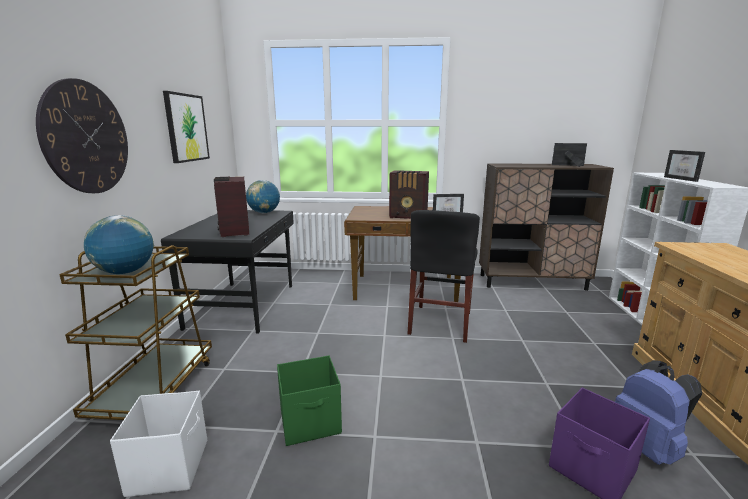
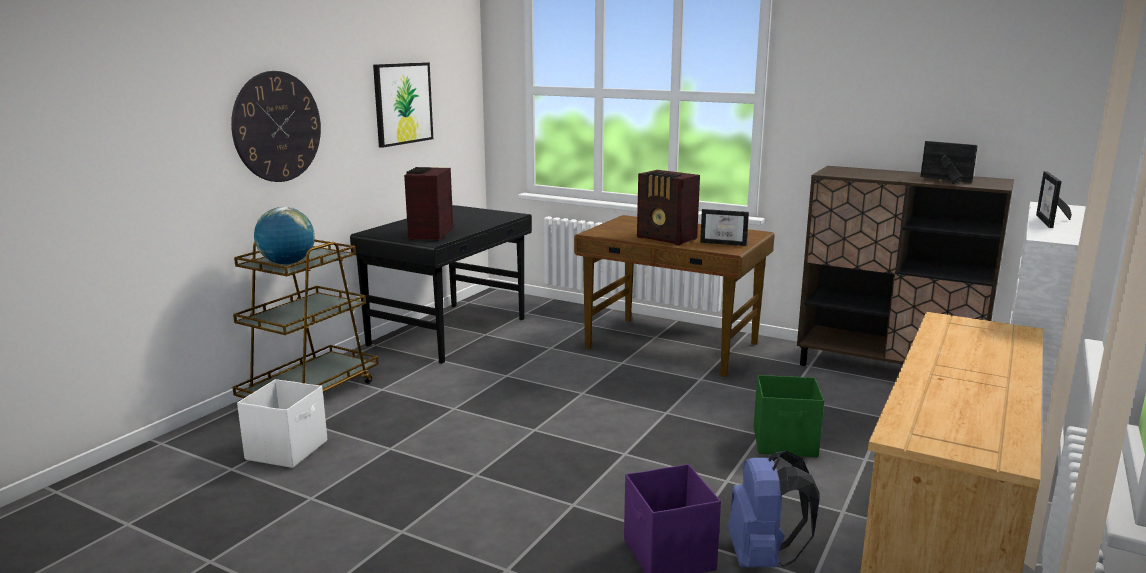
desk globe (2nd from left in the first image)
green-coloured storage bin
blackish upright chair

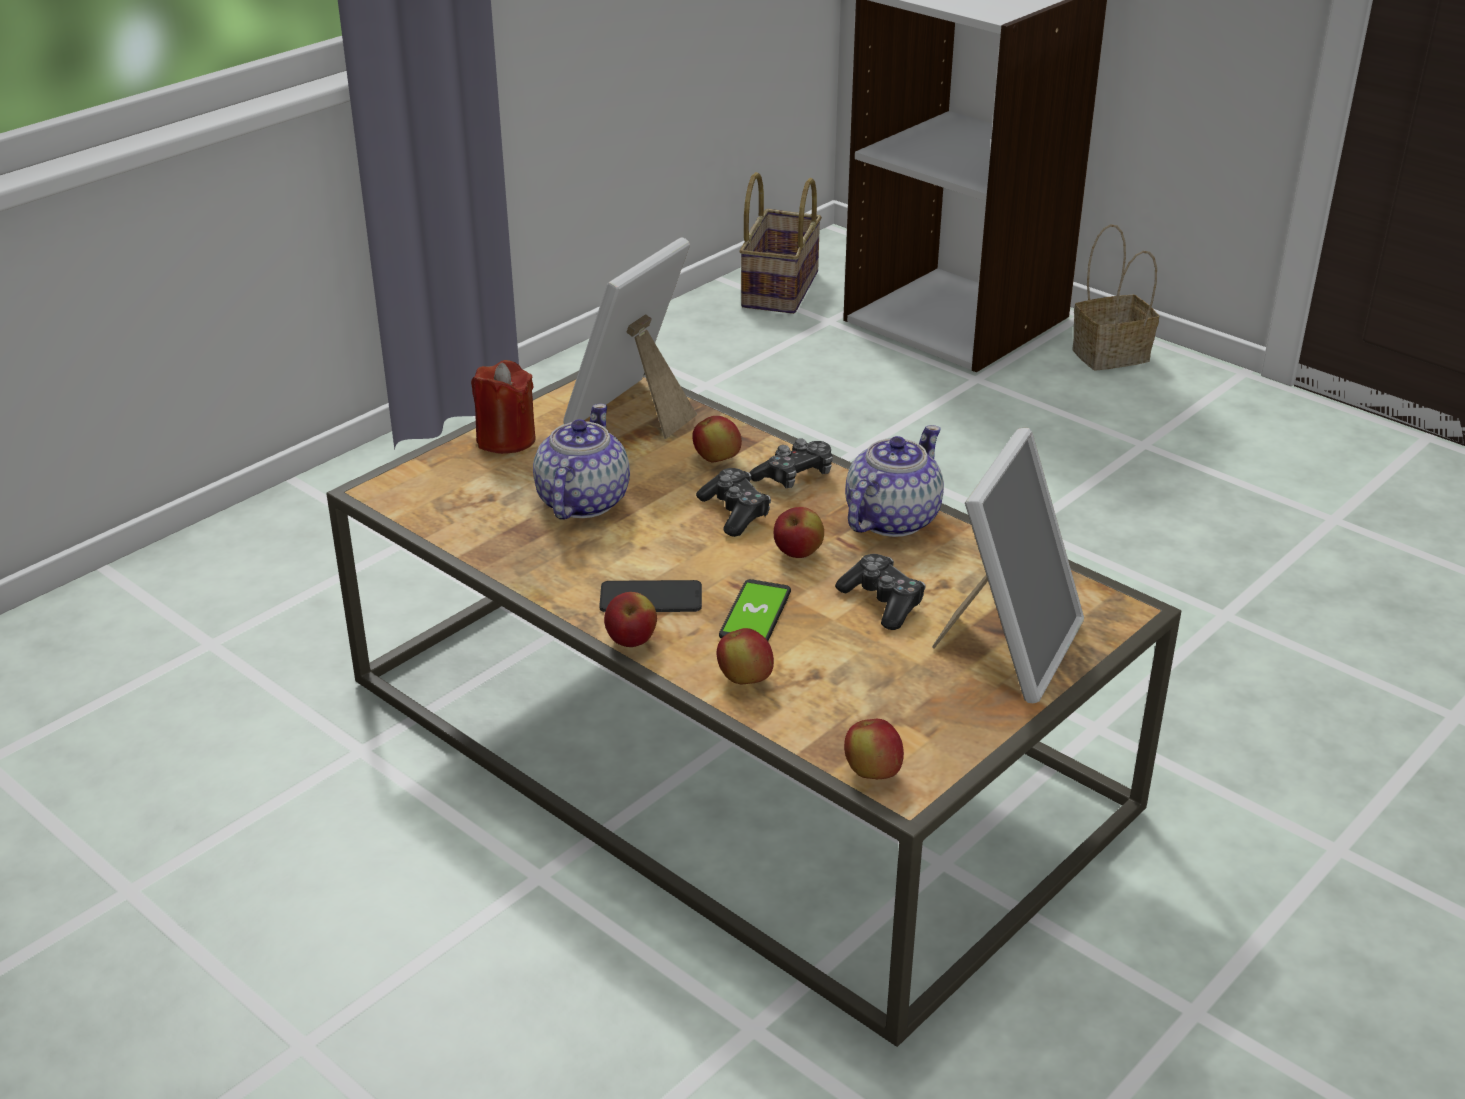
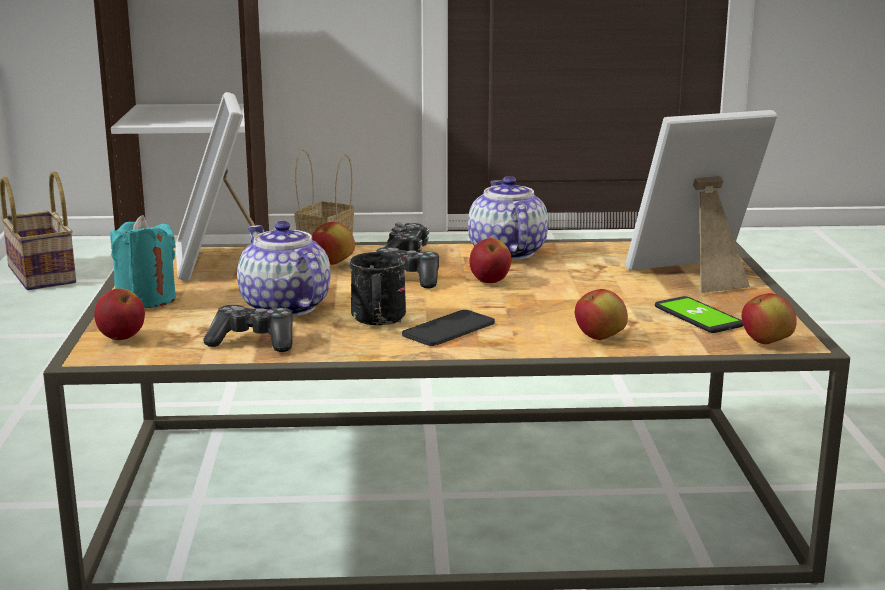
turquoise-coloured wax light
whole apple (1st from left)
handset (2nd from left)
game controller (1st from left)
standing frame (2nd from left)
blackish mug

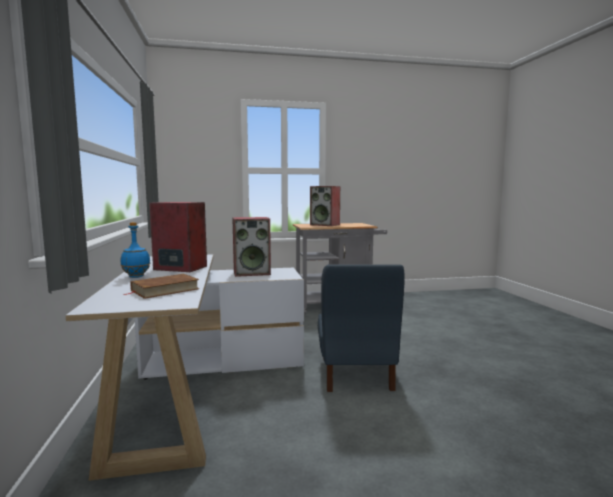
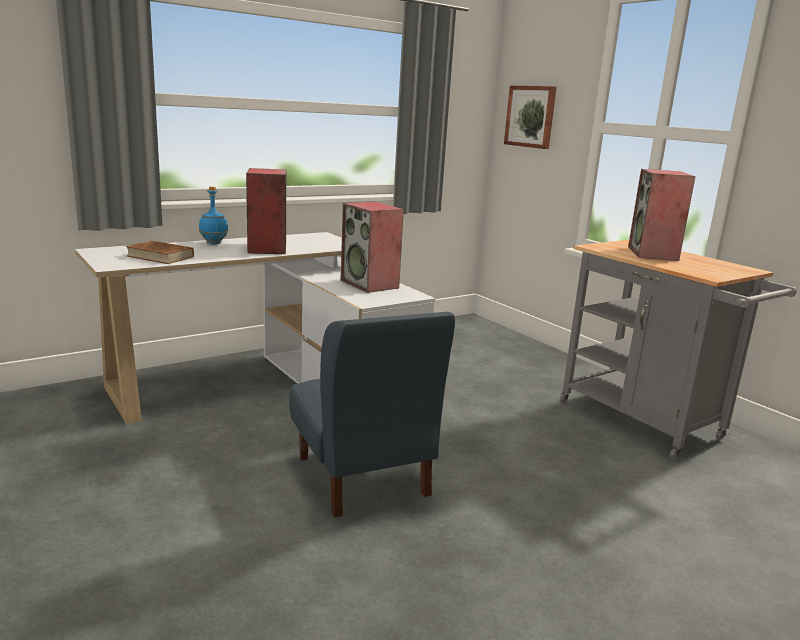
bluish upright chair
wall art

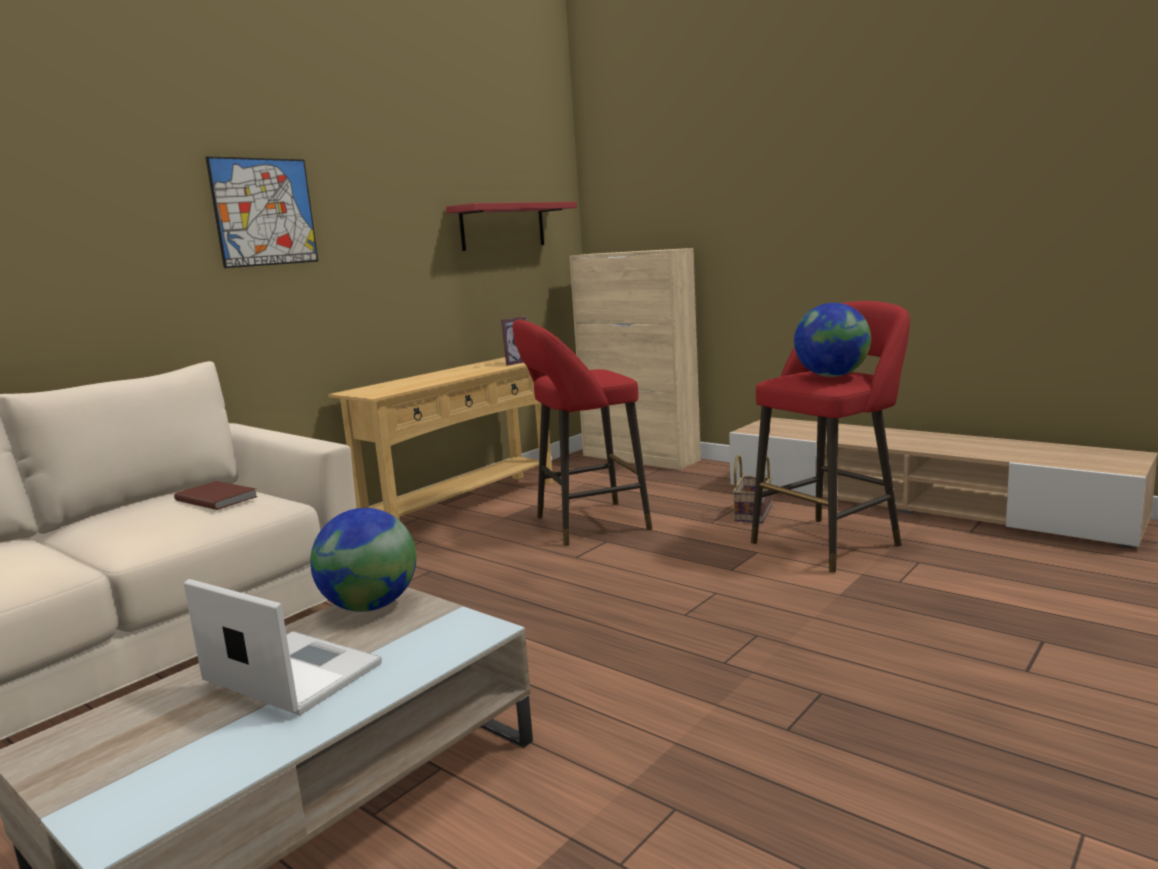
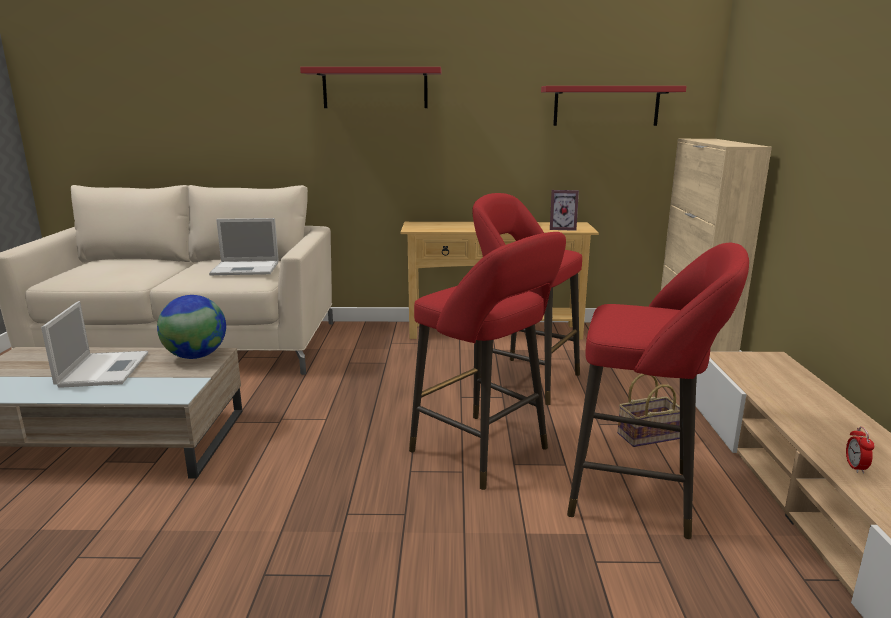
notebook computer (2nd from left)
red-coloured wall shelf (1st from left)
desk globe (2nd from left in the first image)
red-coloured stool seat (1st from left)
alarm clock

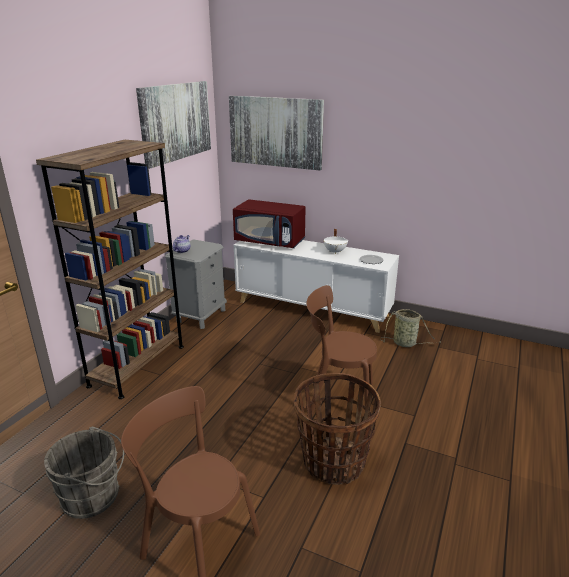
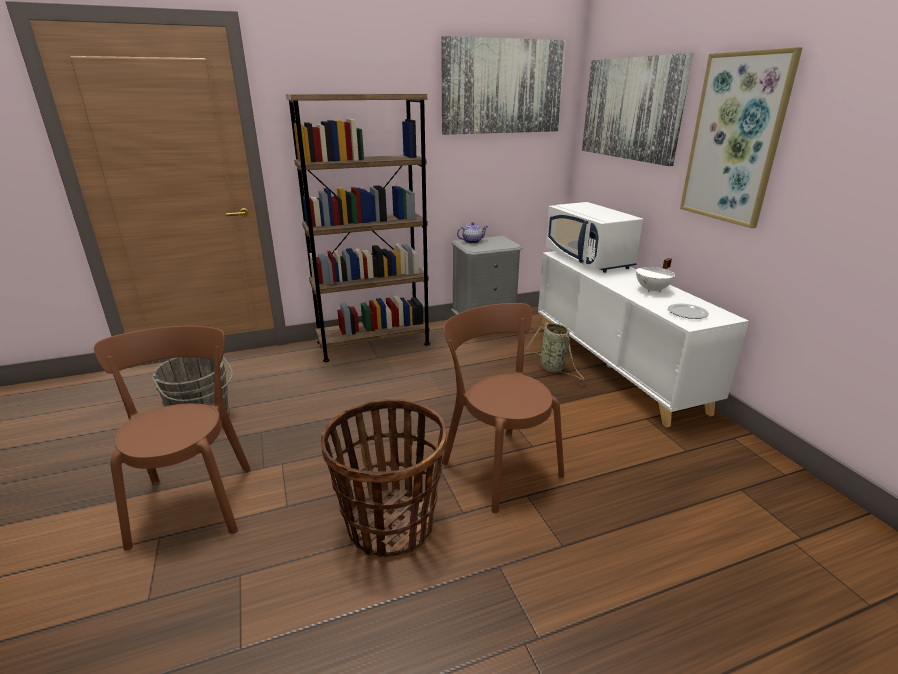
white kitchen microwave
storage basket (2nd from left)
wall art (3rd from left)

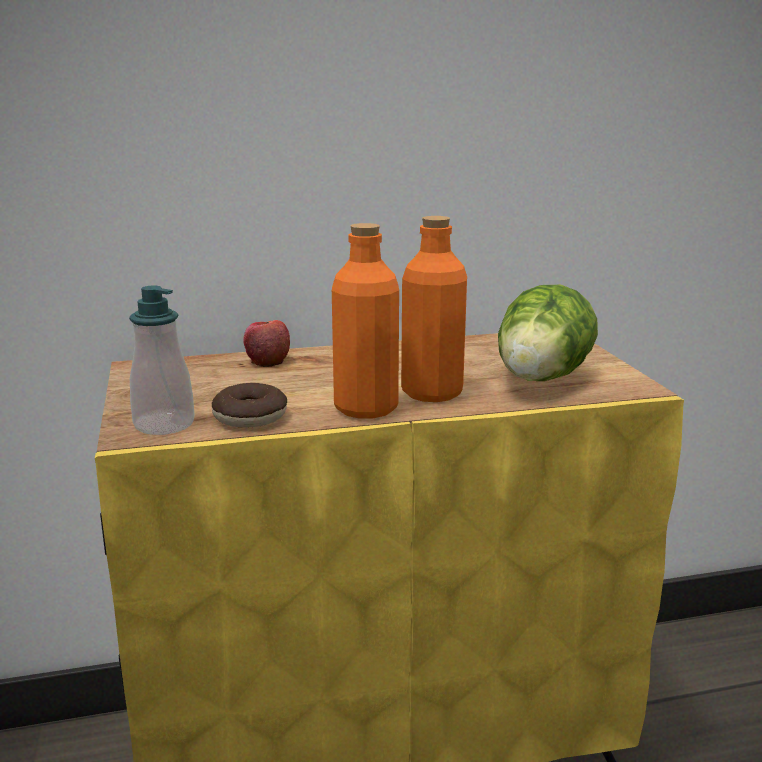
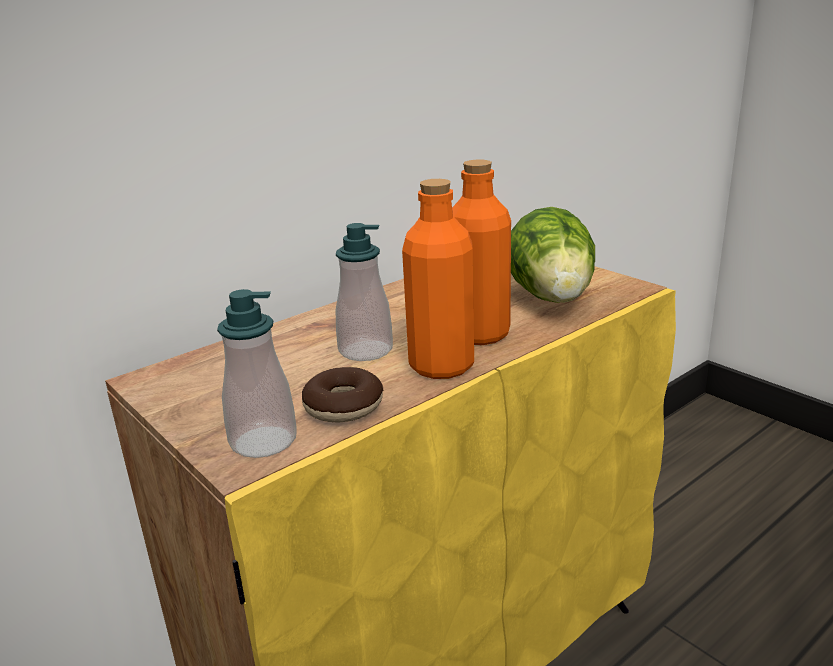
whole apple
soap dispenser (2nd from left)

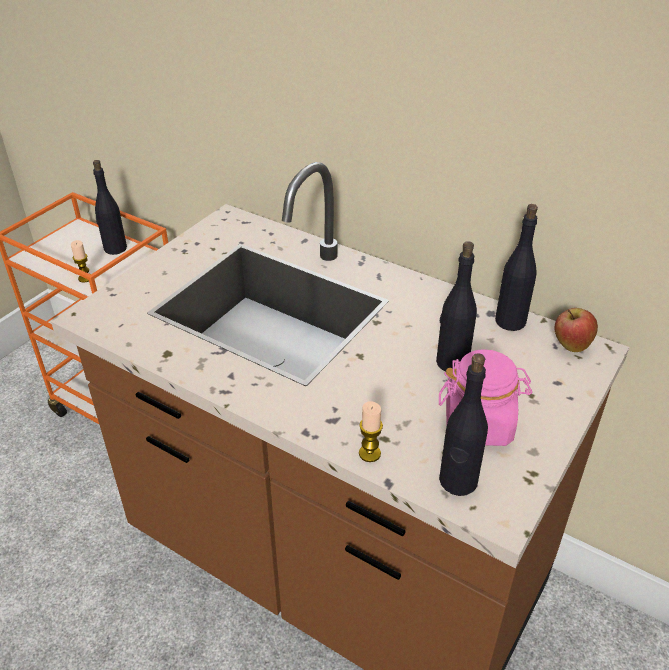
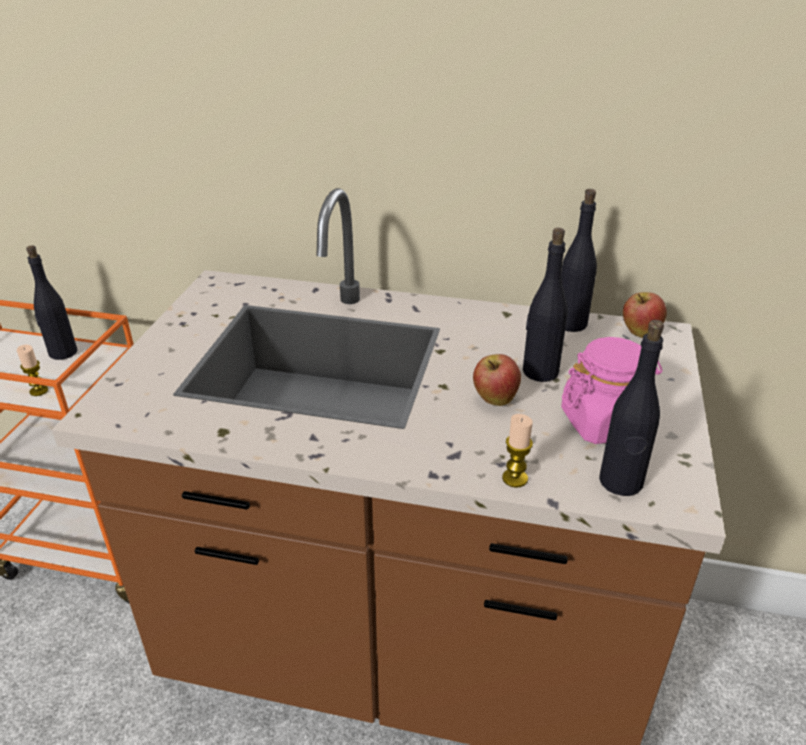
whole apple (1st from left)

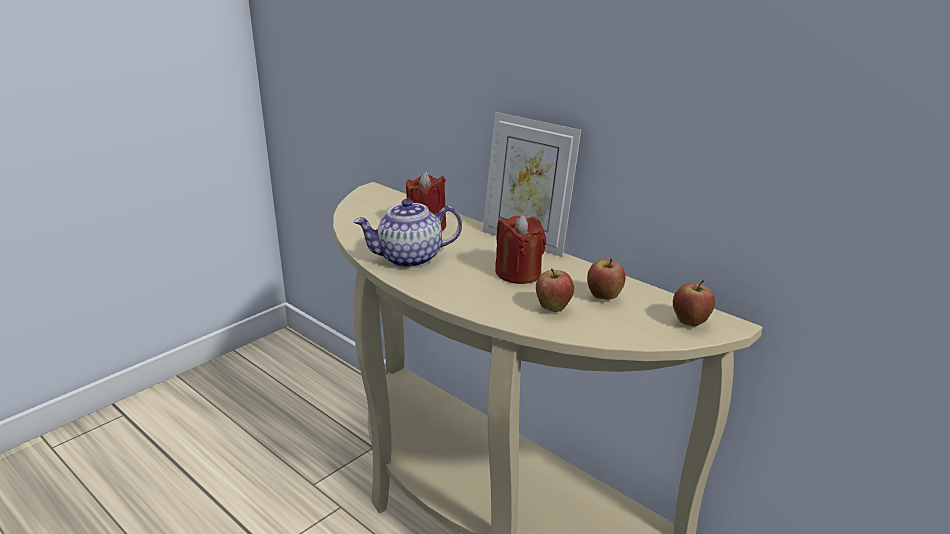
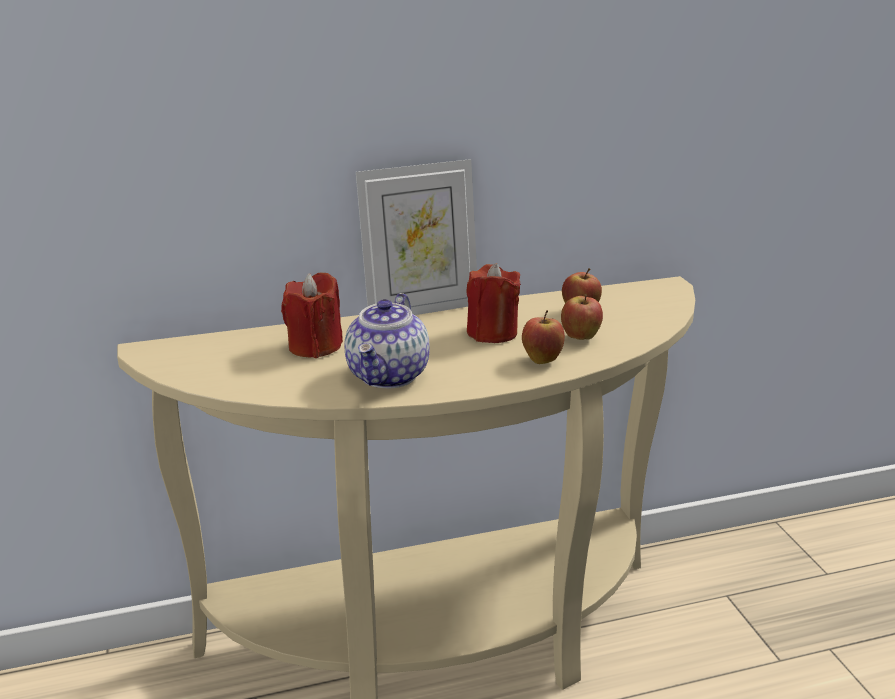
whole apple (1st from left)

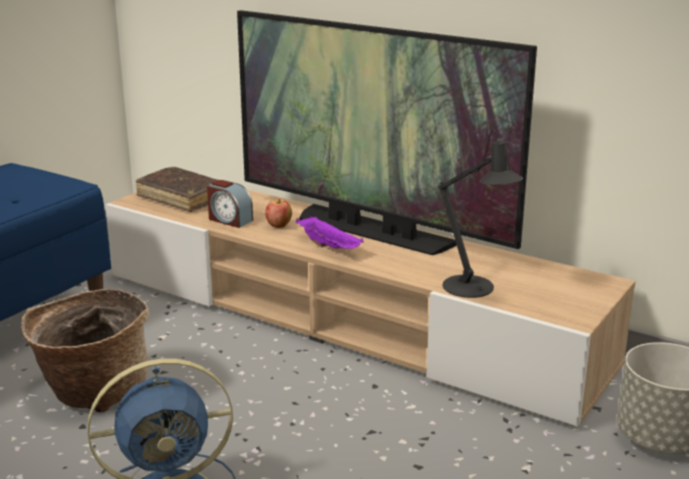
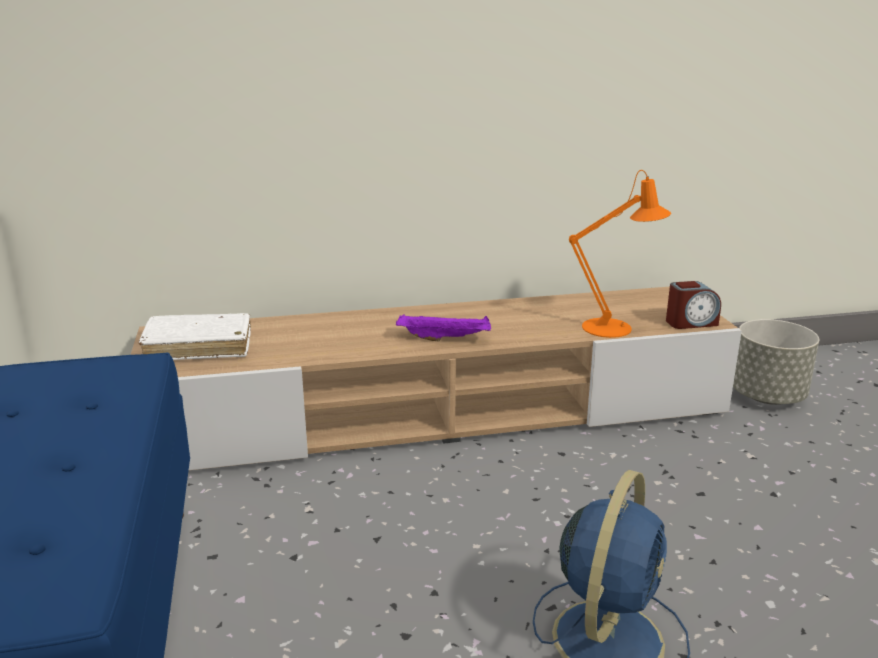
storage basket
white bound book
alarm clock
TV set
whole apple
orange table lamp

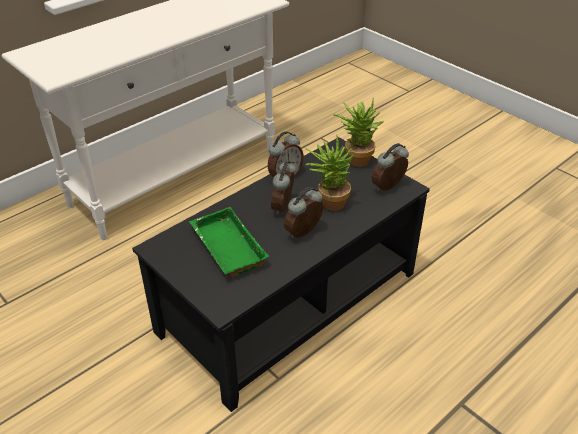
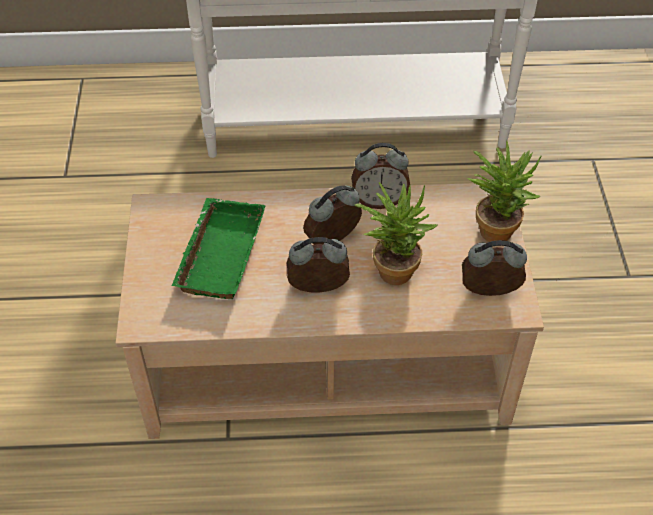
sand-coloured low table

